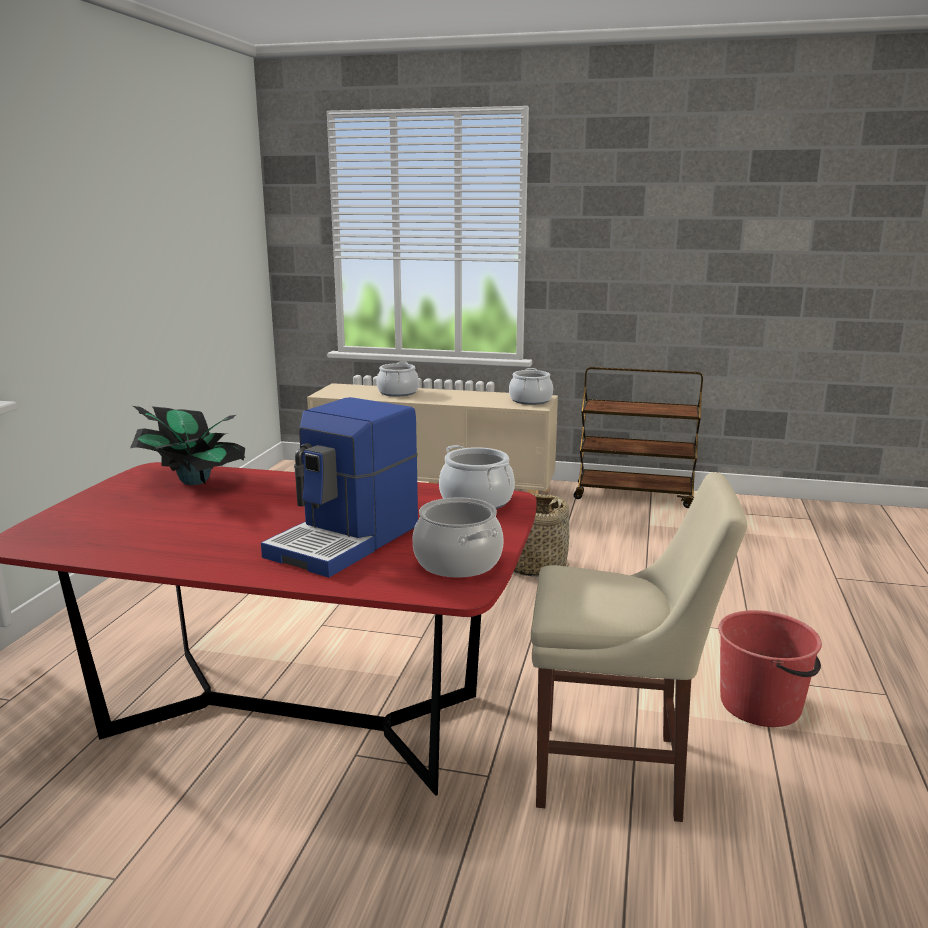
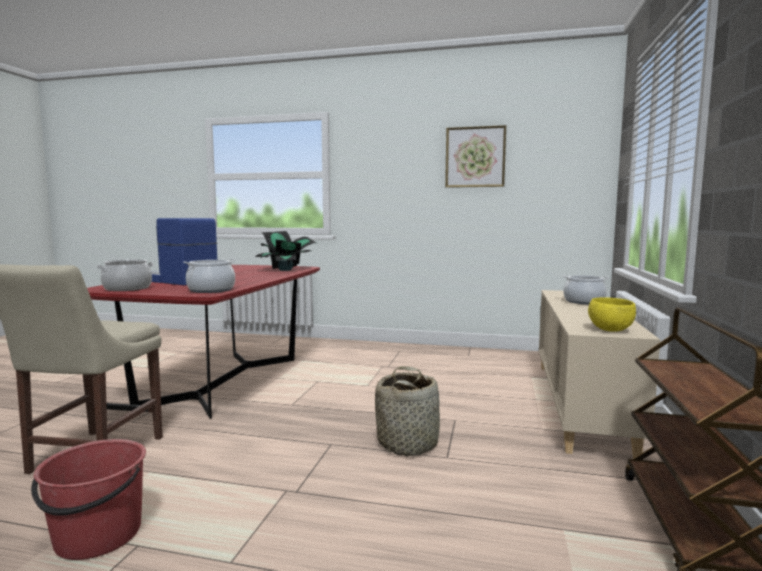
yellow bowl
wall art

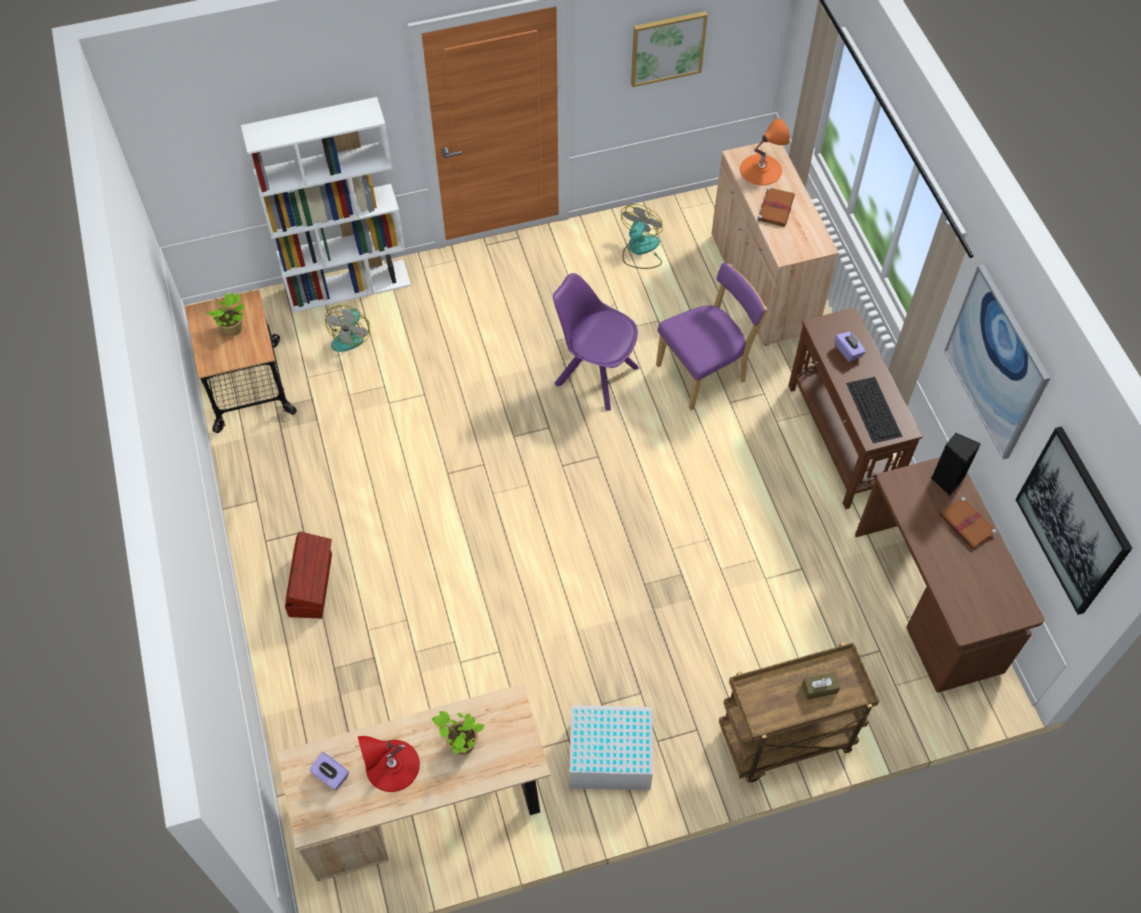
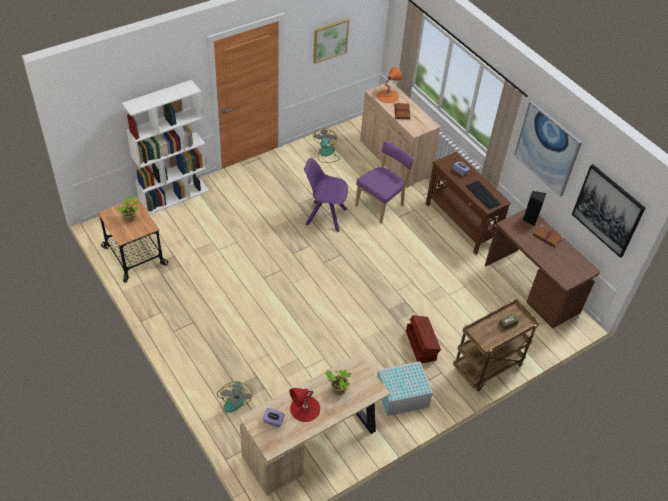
brown storage bin
electric fan (1st from left)

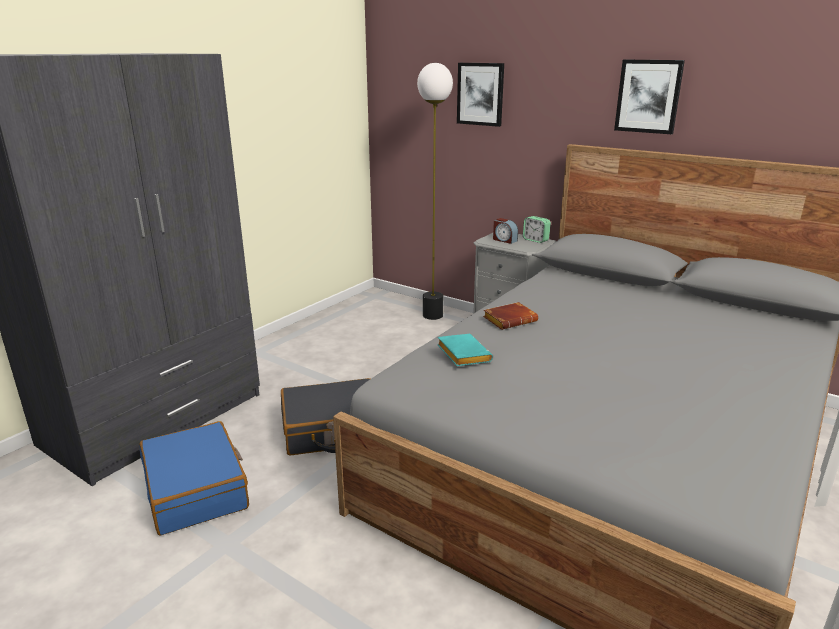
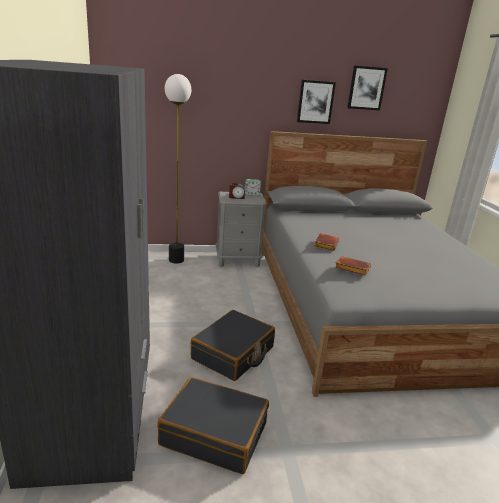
blackish suitcase (1st from left)
brown bound book (2nd from left)
wall art (2nd from left)

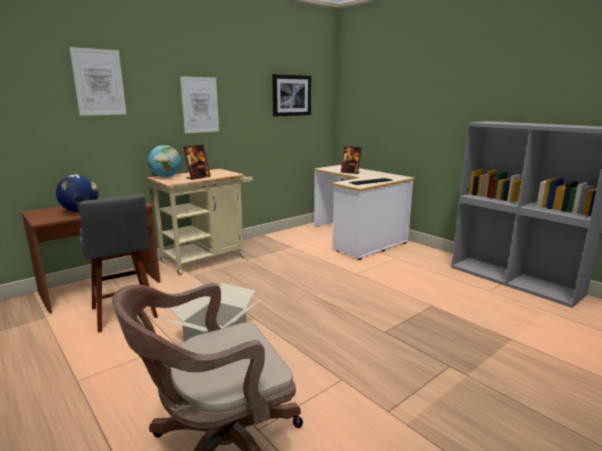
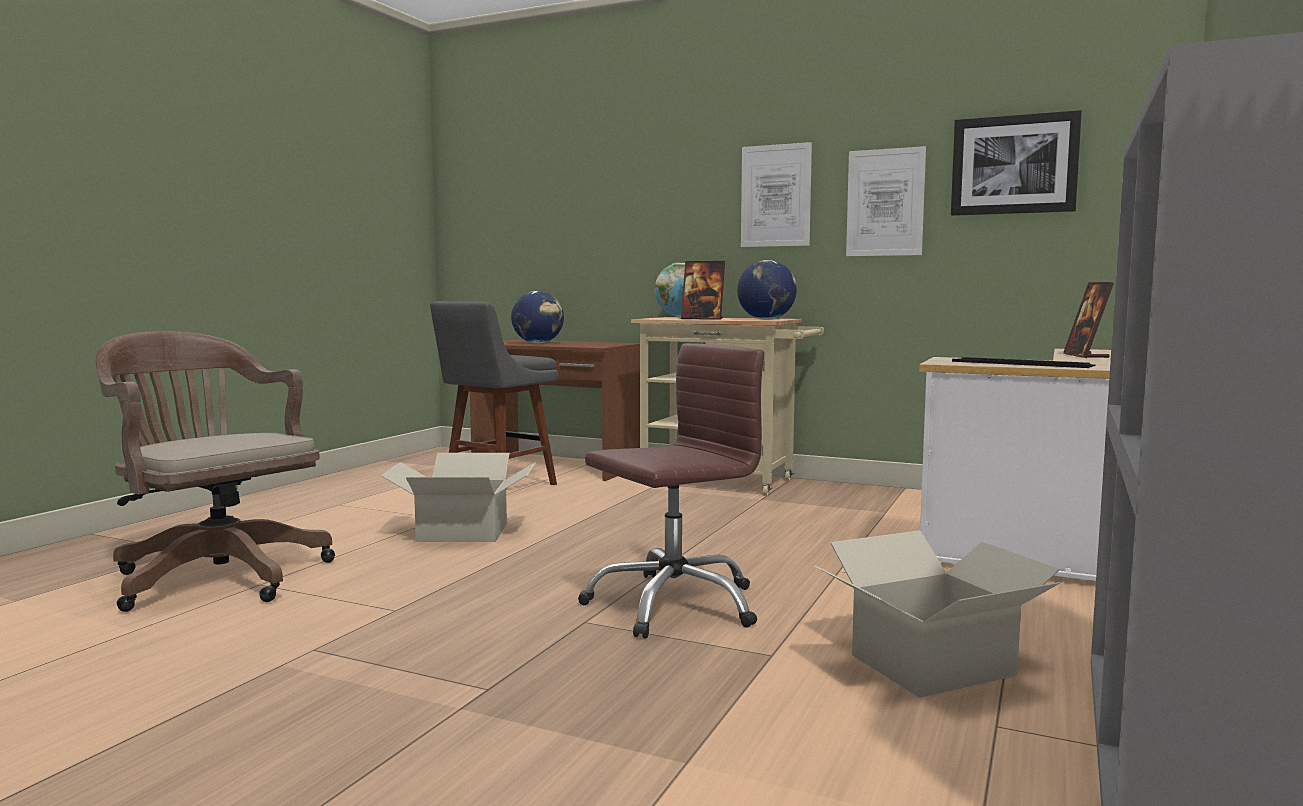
wall art (2nd from left)
brown computer chair (2nd from left)
desk globe (3rd from left)
cardboard box (2nd from left)

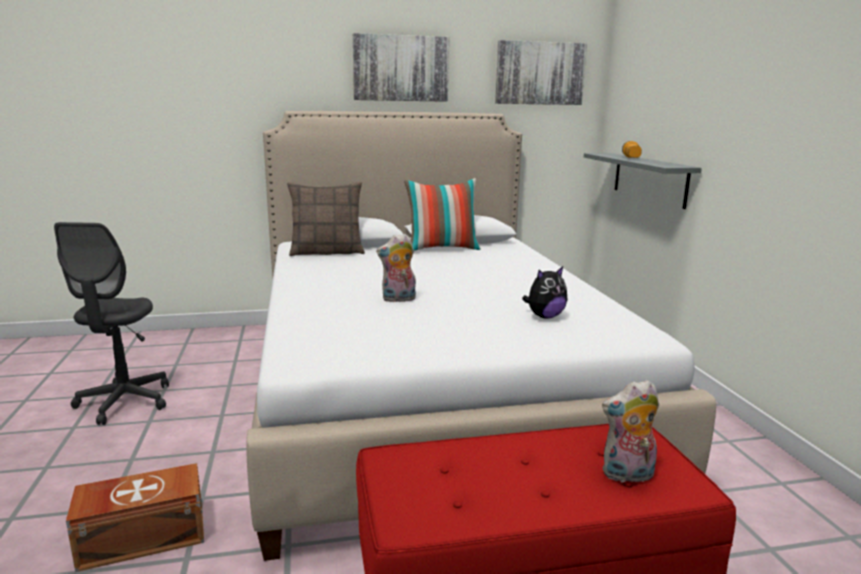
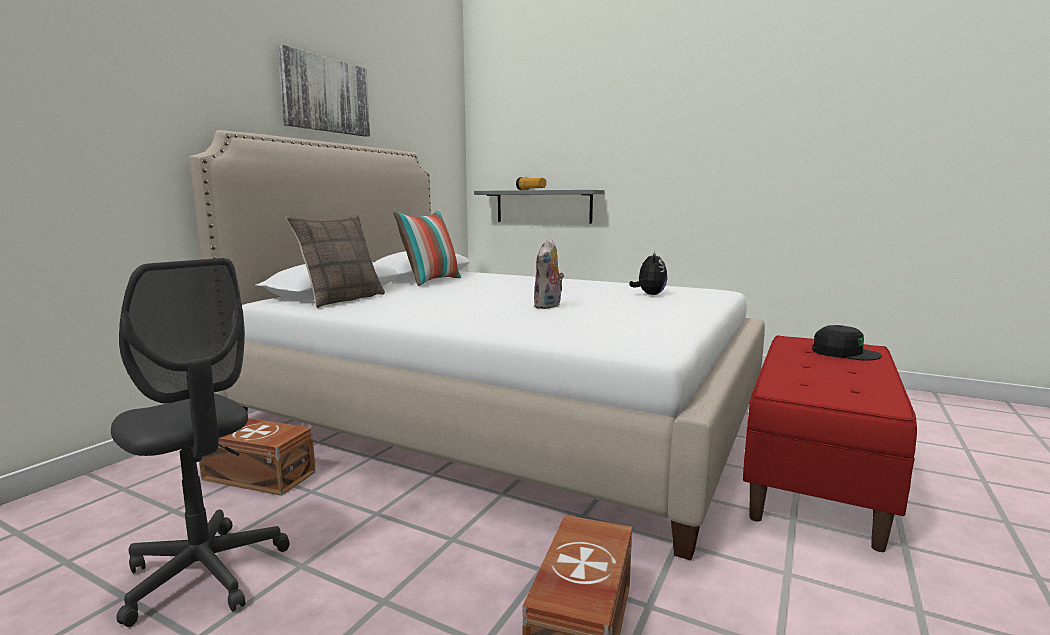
wall art (2nd from left in the first image)
blackish cap
brown storage bin (1st from left)

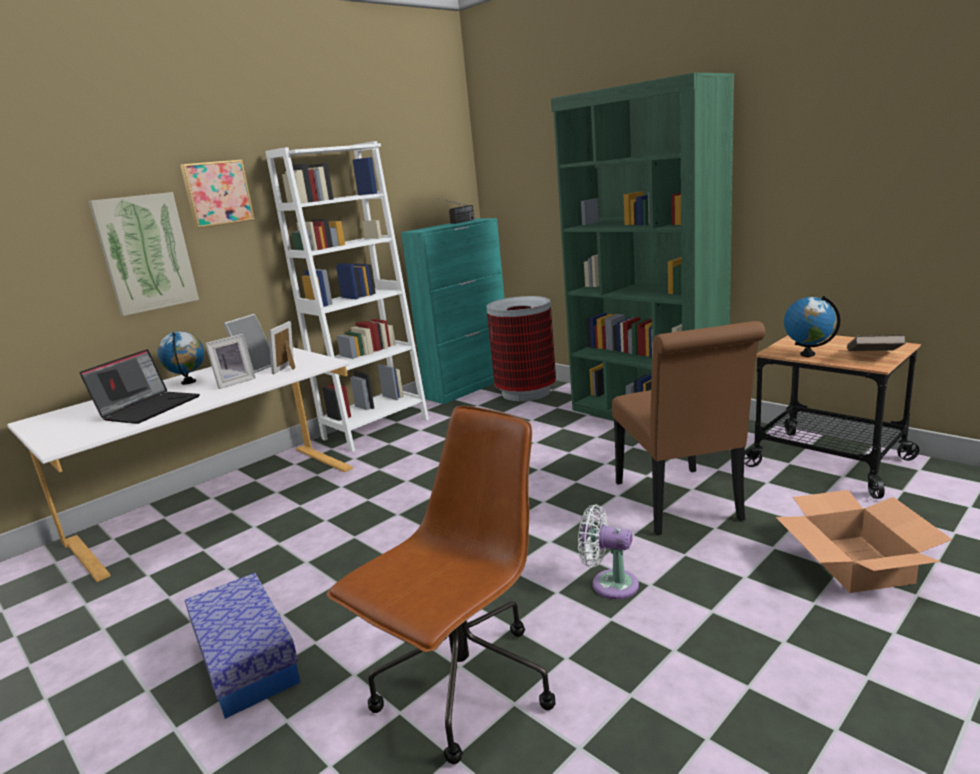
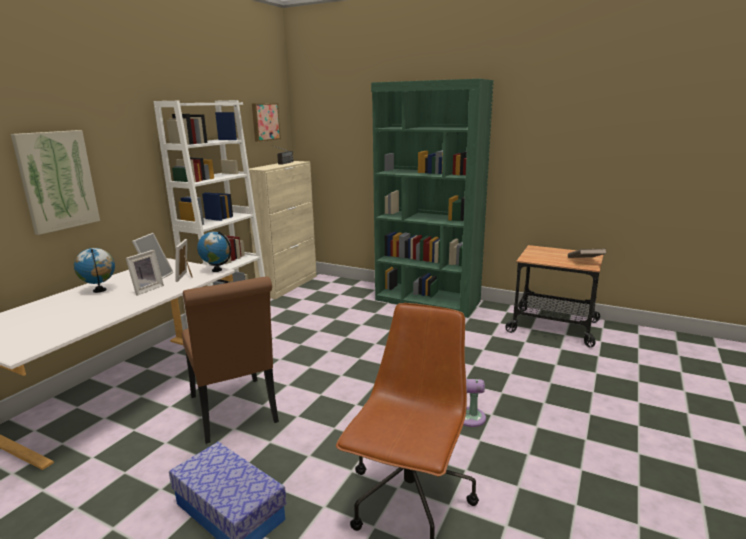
notebook computer
wall art (2nd from left)
sand-coloured cupboard
rubbish bin
brown upright chair
cardboard box
desk globe (2nd from left)

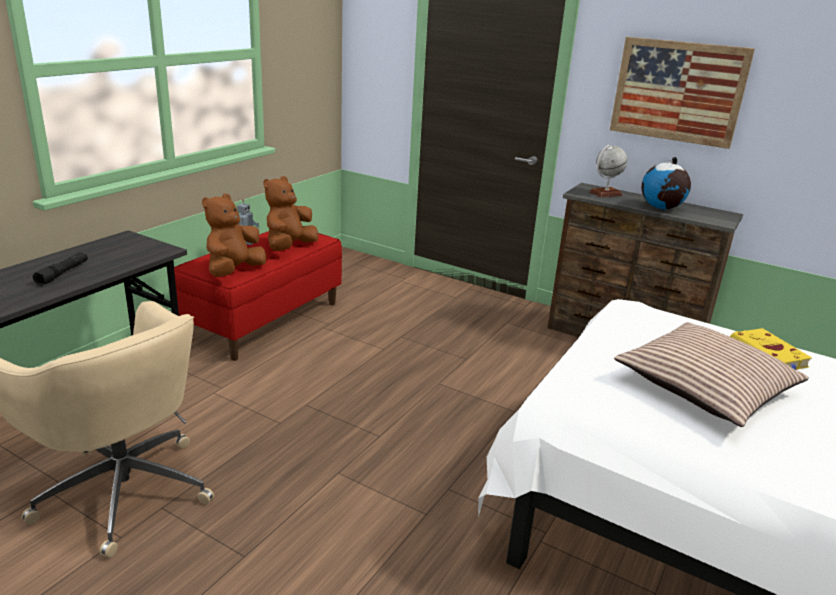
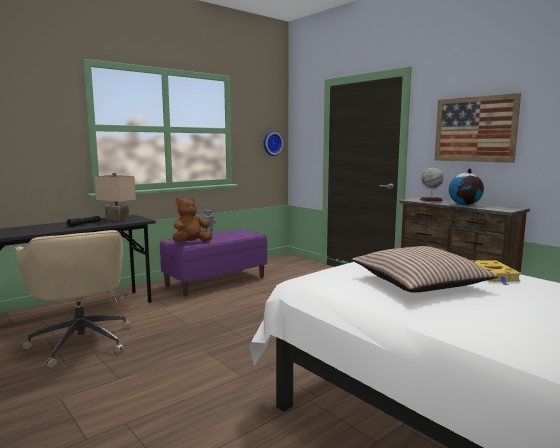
purple-coloured bench
brown cuddly toy (2nd from left in the first image)
sand-coloured table lamp
clock on the wall

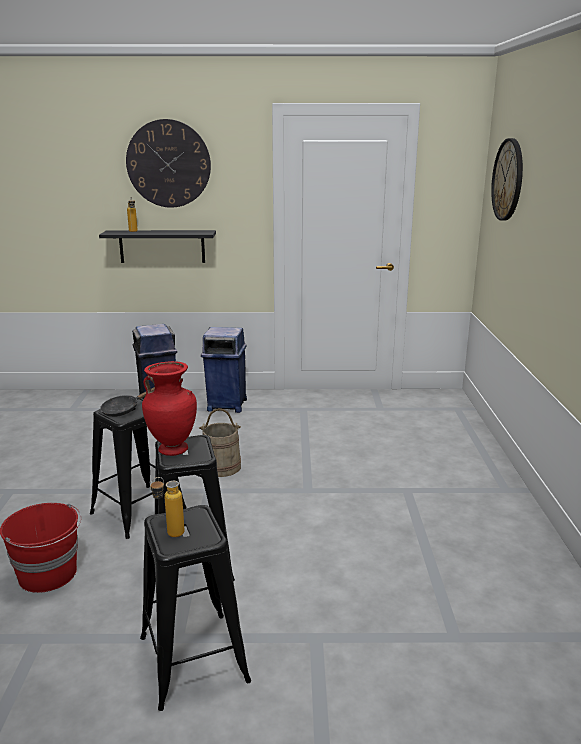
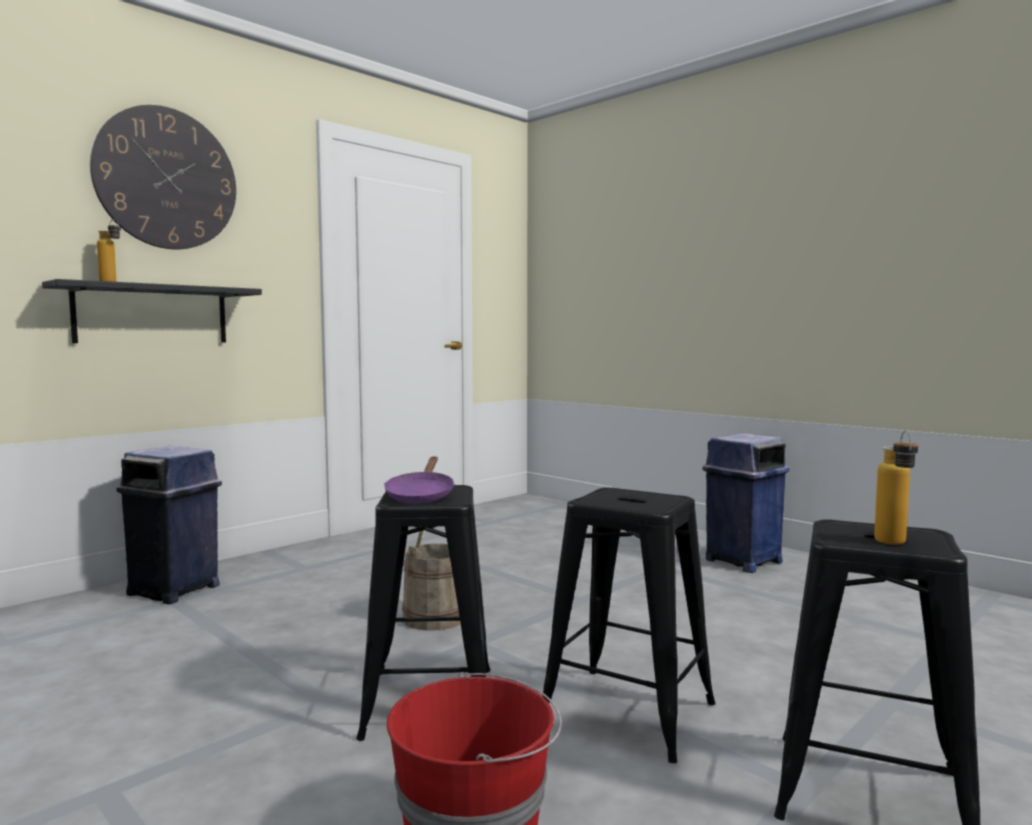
purple-coloured skillet
red-coloured vase
bluish rubbish bin (2nd from left)
clock on the wall (2nd from left in the first image)

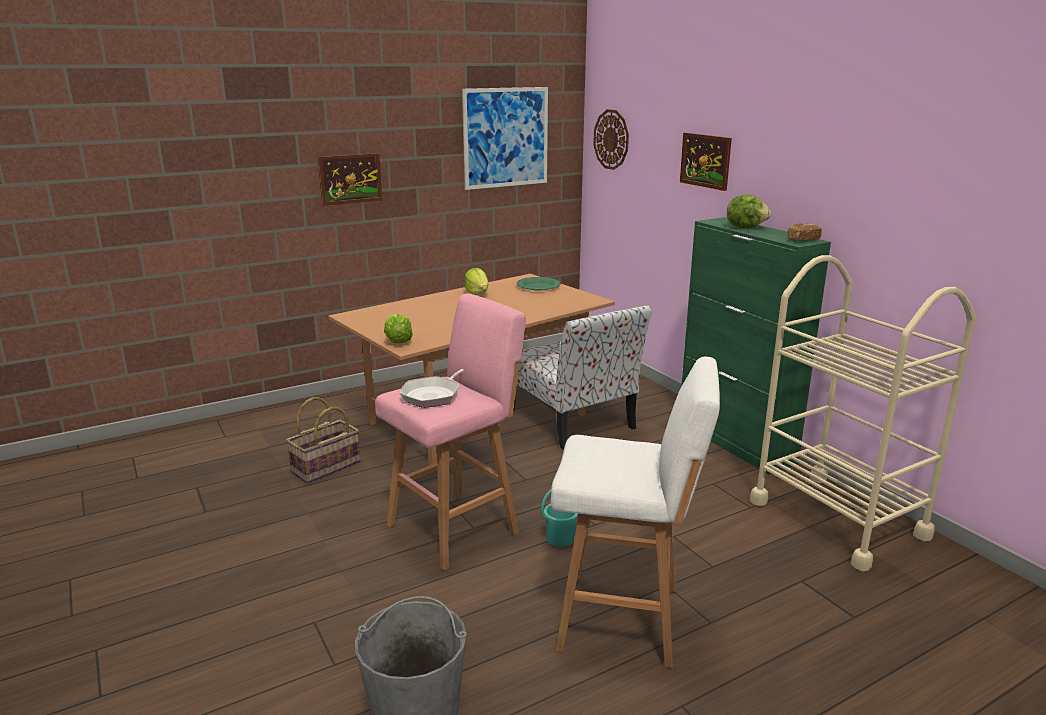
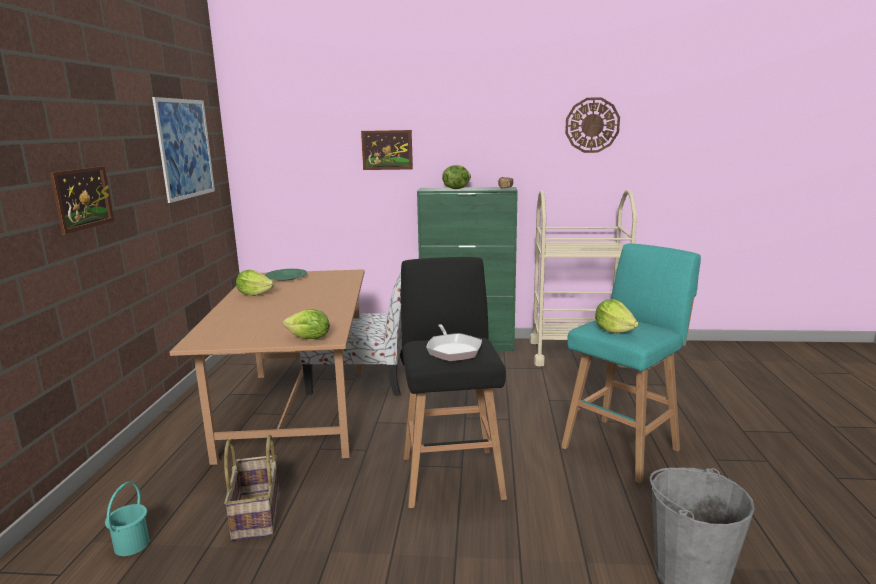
blackish stool seat
turquoise-coloured water bucket
turquoise-coloured stool seat
clock on the wall
head of lettuce (4th from left)

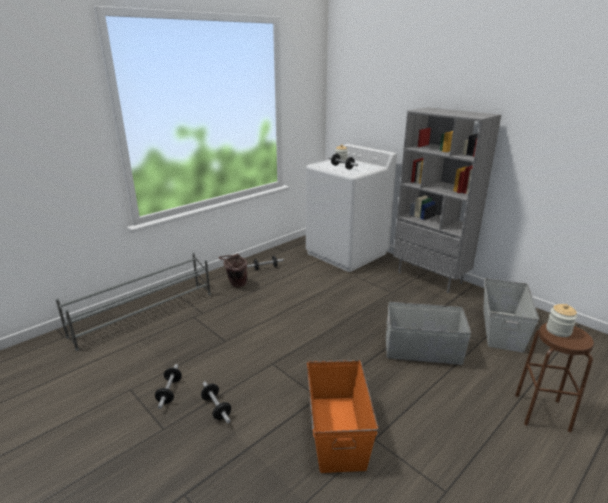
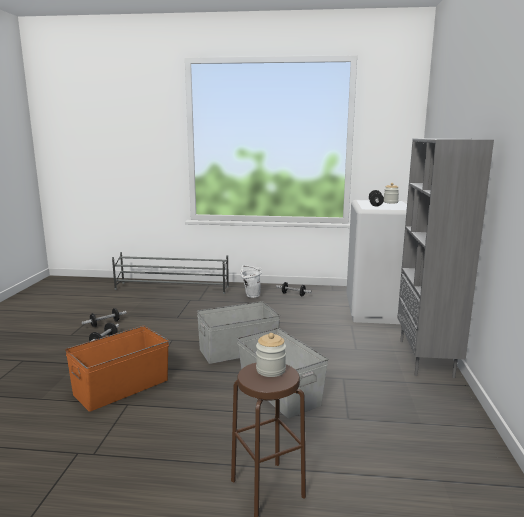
white water bucket
gray storage bin (1st from left)

